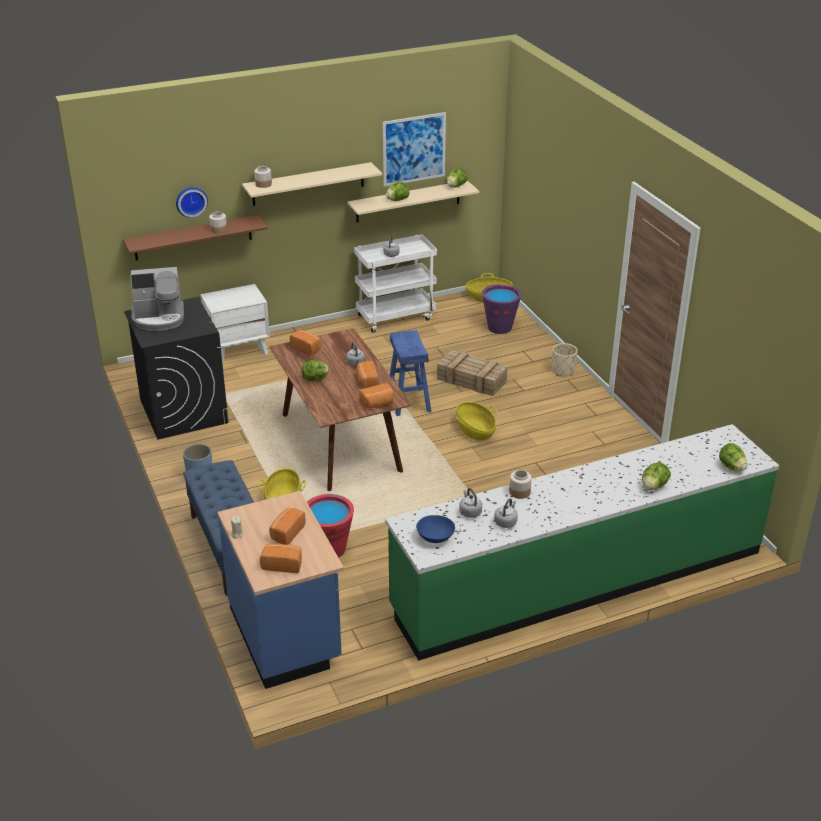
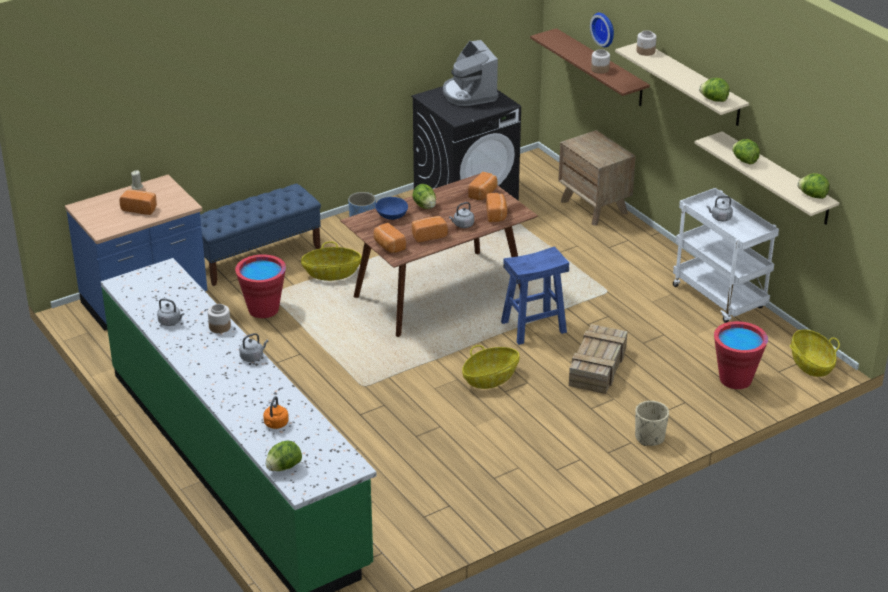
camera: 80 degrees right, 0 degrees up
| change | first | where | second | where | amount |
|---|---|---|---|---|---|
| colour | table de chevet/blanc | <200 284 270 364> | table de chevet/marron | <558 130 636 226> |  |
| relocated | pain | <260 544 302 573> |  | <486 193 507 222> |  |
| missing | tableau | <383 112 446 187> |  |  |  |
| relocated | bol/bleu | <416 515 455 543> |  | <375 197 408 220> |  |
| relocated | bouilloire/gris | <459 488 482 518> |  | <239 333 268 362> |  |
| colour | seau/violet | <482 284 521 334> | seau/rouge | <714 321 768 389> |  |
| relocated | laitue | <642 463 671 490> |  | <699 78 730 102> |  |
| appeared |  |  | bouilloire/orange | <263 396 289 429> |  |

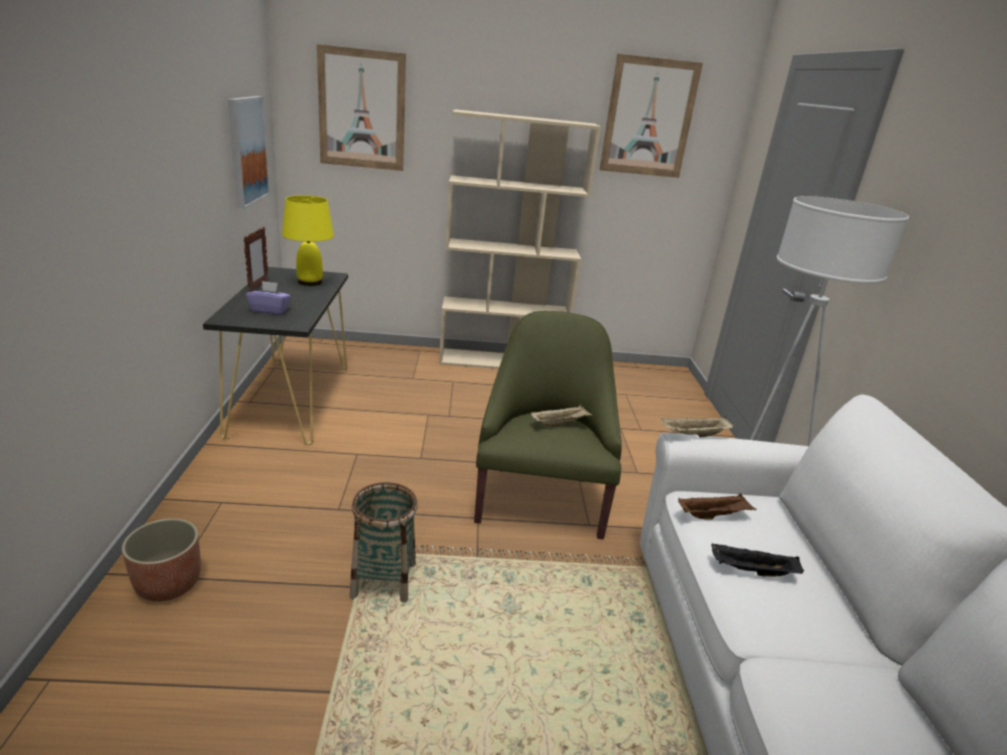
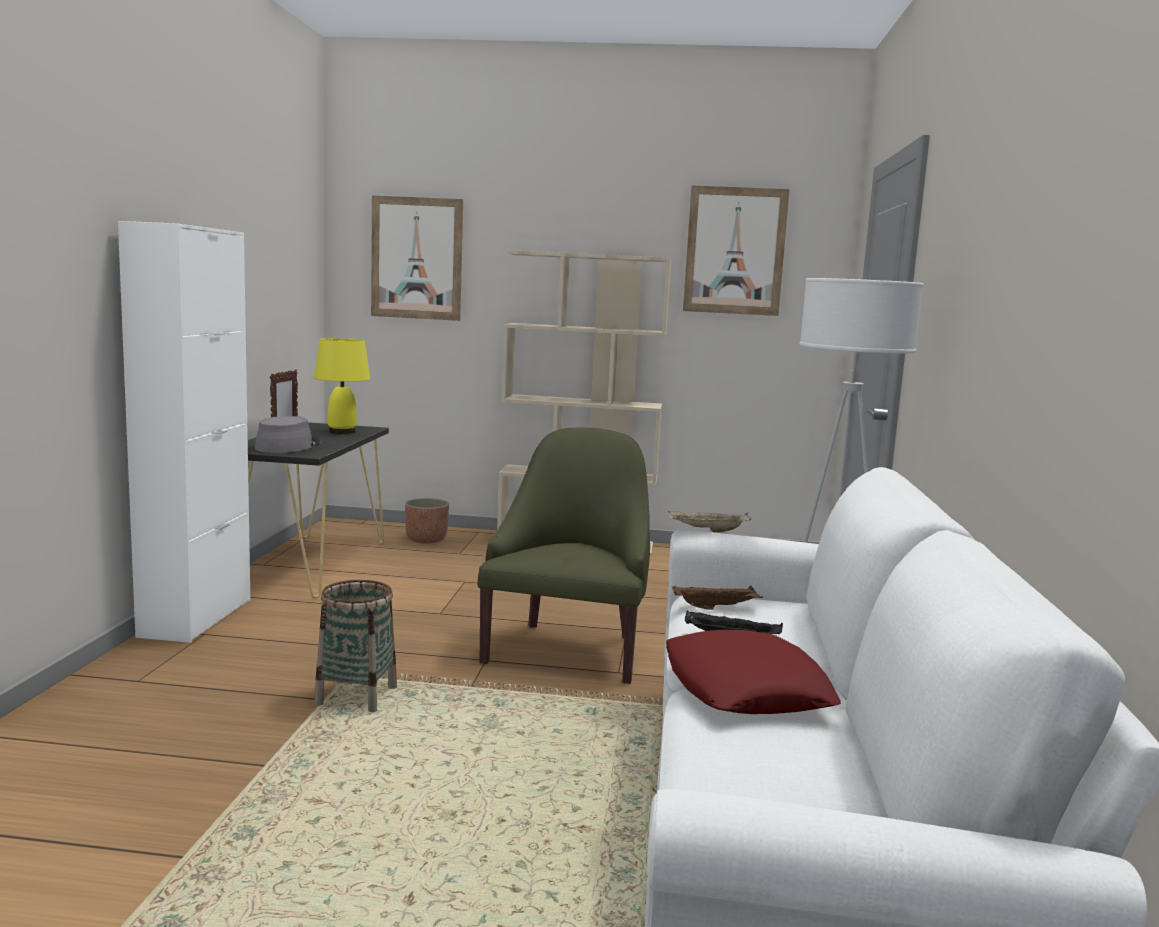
camera: 10 degrees right, 15 degrees down
| change | first | where | second | where | amount |
|---|---|---|---|---|---|
| relocated | cache-pot | <122 518 201 602> |  | <405 498 449 544> |  |
| missing | tableau | <228 96 270 209> |  |  |  |
| exchanged | boîte à mouchoirs/violet | <246 281 291 315> | chapeau/gris | <255 416 320 453> |  |
| missing | plateau/beige | <531 405 593 427> |  |  |  |
| appeared |  |  | meuble de rangement/blanc | <118 221 250 643> |  |
| appeared |  |  | coussin/rouge | <666 630 841 714> |  |

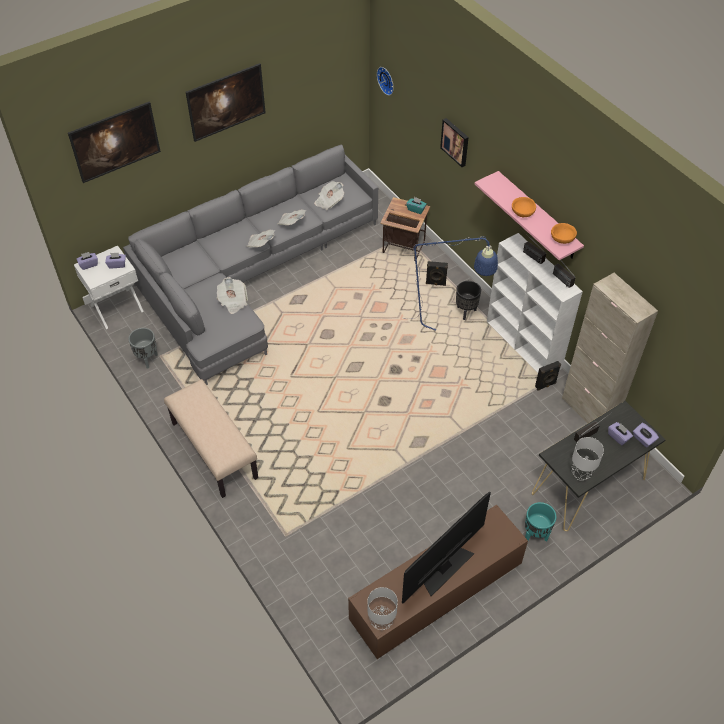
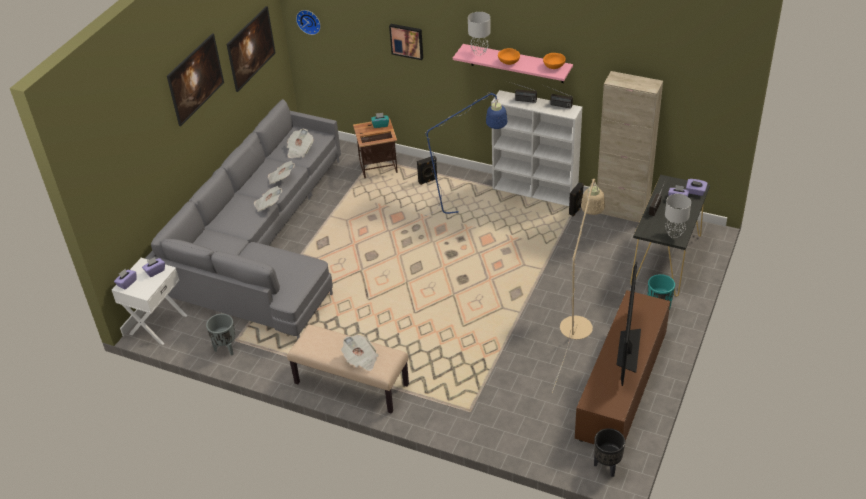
camera: 30 degrees left, 10 degrees down
| change | first | where | second | where | amount |
|---|---|---|---|---|---|
| relocated | tableau | <68 102 161 183> |  | <227 6 276 92> |  |
| relocated | journal | <217 277 248 314> |  | <341 335 379 371> |  |
| relocated | lampe de table/gris | <367 587 398 630> |  | <468 12 491 55> |  |
| relocated | cache-pot/noir | <456 281 481 320> |  | <594 428 625 477> |  |
| appeared |  |  | lampadaire/beige | <552 179 605 392> |  |

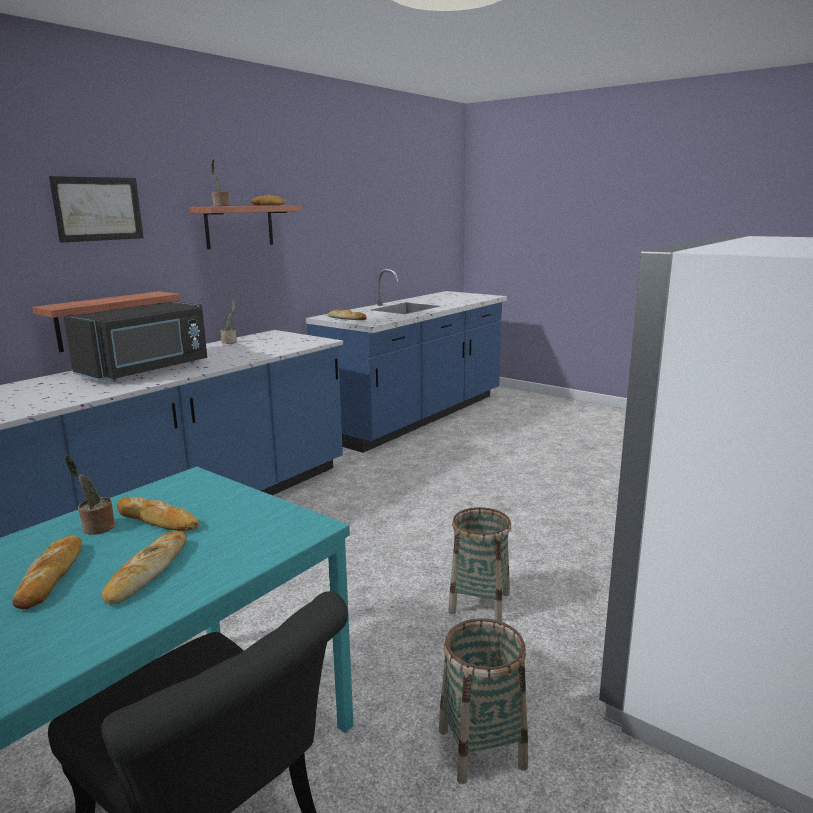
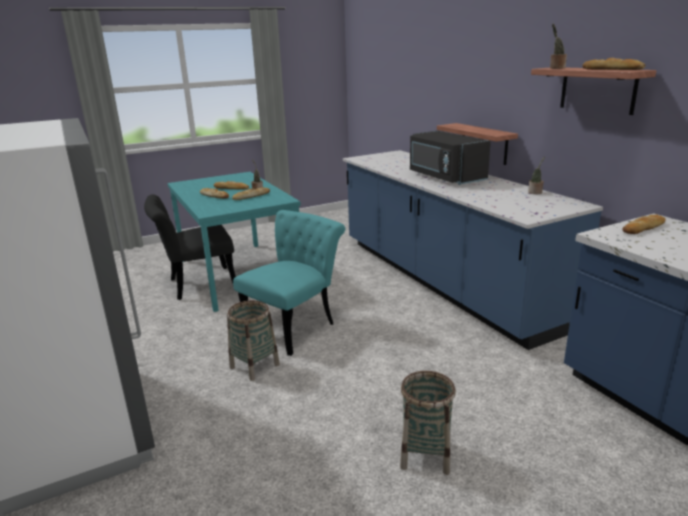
camera: 115 degrees right, 5 degrees up
| change | first | where | second | where | amount |
|---|---|---|---|---|---|
| missing | tableau | <49 176 144 243> |  |  |  |
| relocated | panier | <439 618 528 784> |  | <400 371 456 475> |  |
| appeared |  |  | chaise/turquoise | <233 210 345 356> |  |

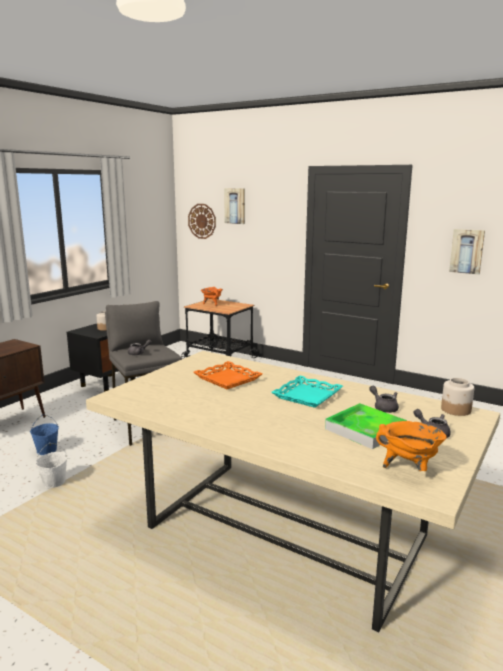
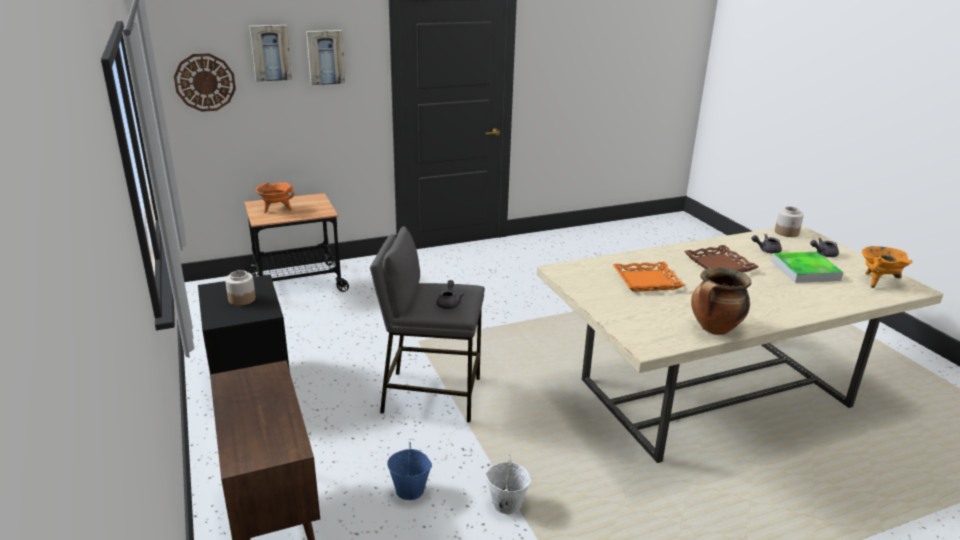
camera: 55 degrees left, 10 degrees up
| change | first | where | second | where | amount |
|---|---|---|---|---|---|
| colour | plateau/turquoise | <271 375 343 408> | plateau/marron | <684 245 759 273> |  |
| relocated | tableau | <449 229 485 274> |  | <306 30 345 85> |  |
| appeared |  |  | marmite | <691 268 751 335> |  |

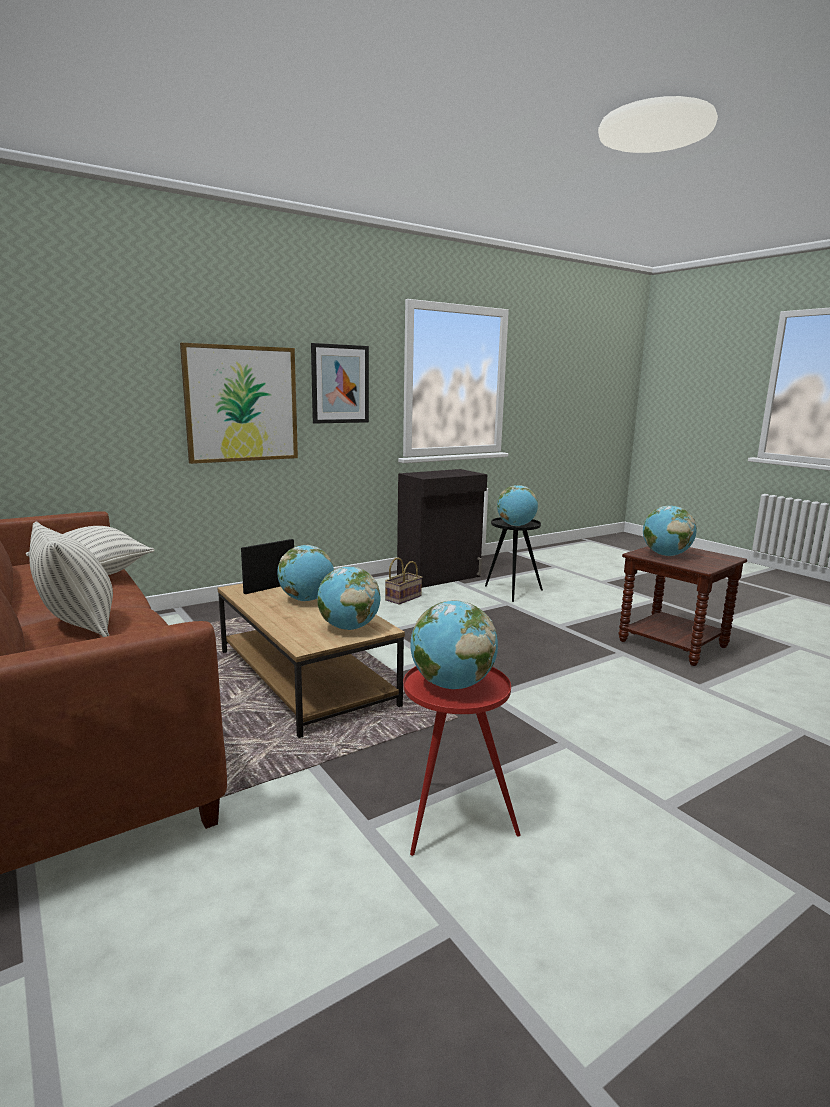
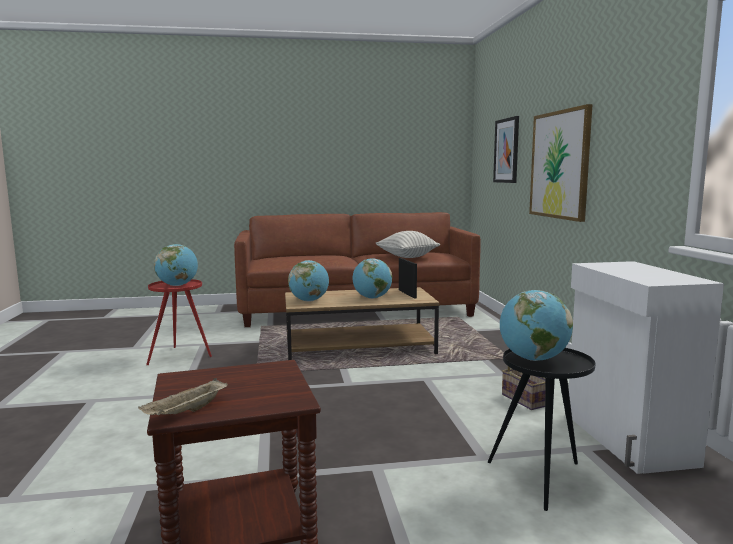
camera: 115 degrees right, 5 degrees down
| change | first | where | second | where | amount |
|---|---|---|---|---|---|
| missing | coussin | <29 522 113 637> |  |  |  |
| relocated | tableau | <311 343 369 424> |  | <493 116 519 183> |  |
| colour | meuble de rangement/noir | <397 469 487 588> | meuble de rangement/blanc | <569 261 724 474> |  |
| missing | globe | <643 506 697 556> |  |  |  |
| appeared |  |  | plateau/beige | <138 378 228 415> |  |

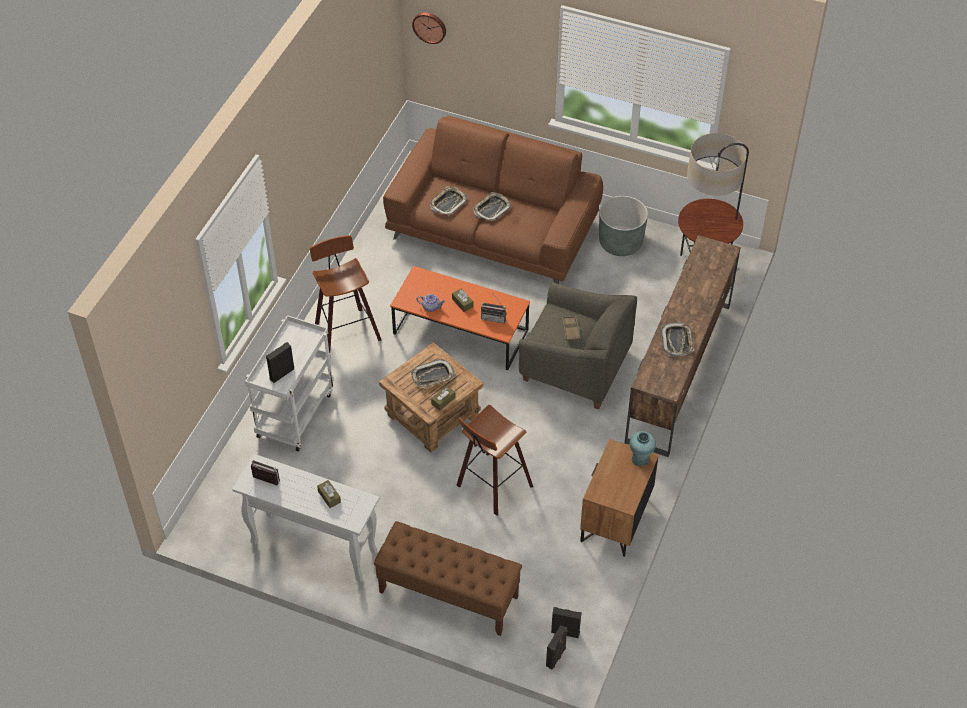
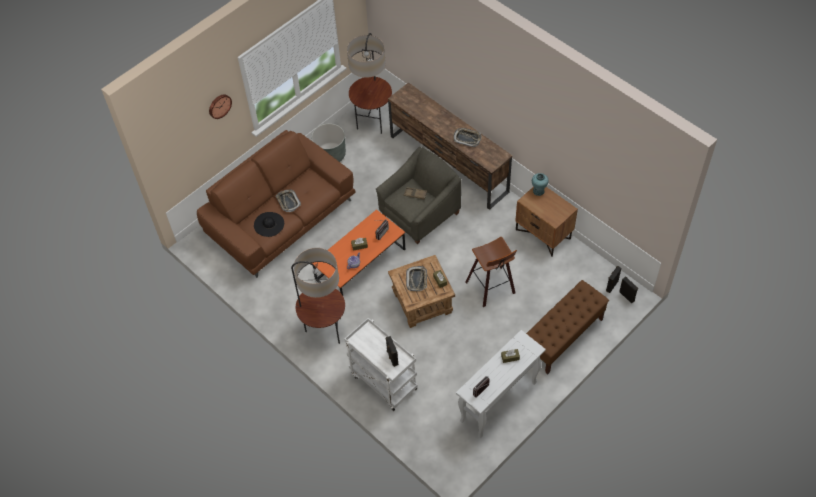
camera: 65 degrees left, 5 degrees up
| change | first | where | second | where | amount |
|---|---|---|---|---|---|
| exchanged | tabouret | <310 235 381 353> | lampadaire | <291 248 345 344> |  |
| relocated | horloge murale | <412 12 446 44> |  | <209 94 232 119> |  |
| exchanged | plateau | <430 186 467 215> | chapeau/noir | <254 212 284 237> |  |

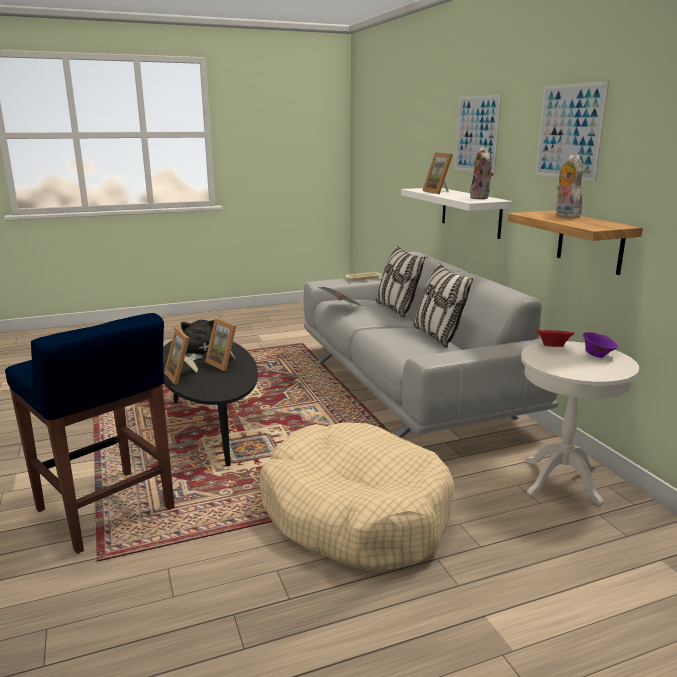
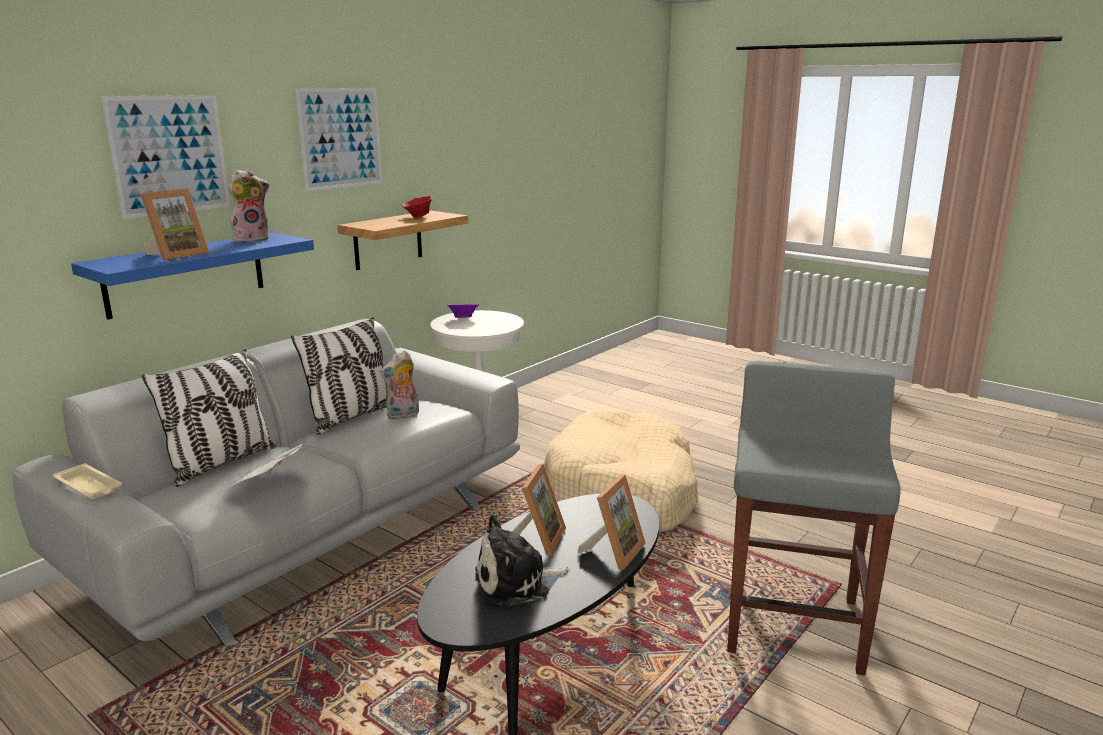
camera: 120 degrees left, 0 degrees up
| change | first | where | second | where | amount |
|---|---|---|---|---|---|
| colour | tabouret/bleu | <5 313 175 554> | tabouret/gris | <727 361 901 676> |  |
| colour | étagère/blanc | <401 188 513 239> | étagère/bleu | <71 232 314 320> |  |
| relocated | bol/rouge | <536 329 575 347> |  | <402 196 432 217> |  |
| relocated | peluche | <556 155 583 218> |  | <380 350 419 420> |  |

